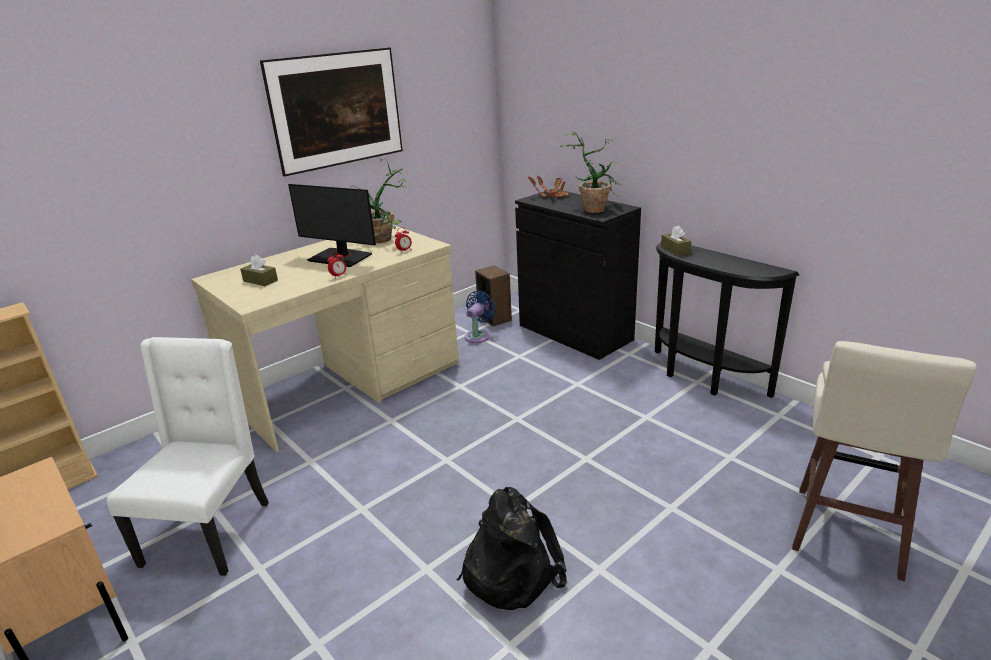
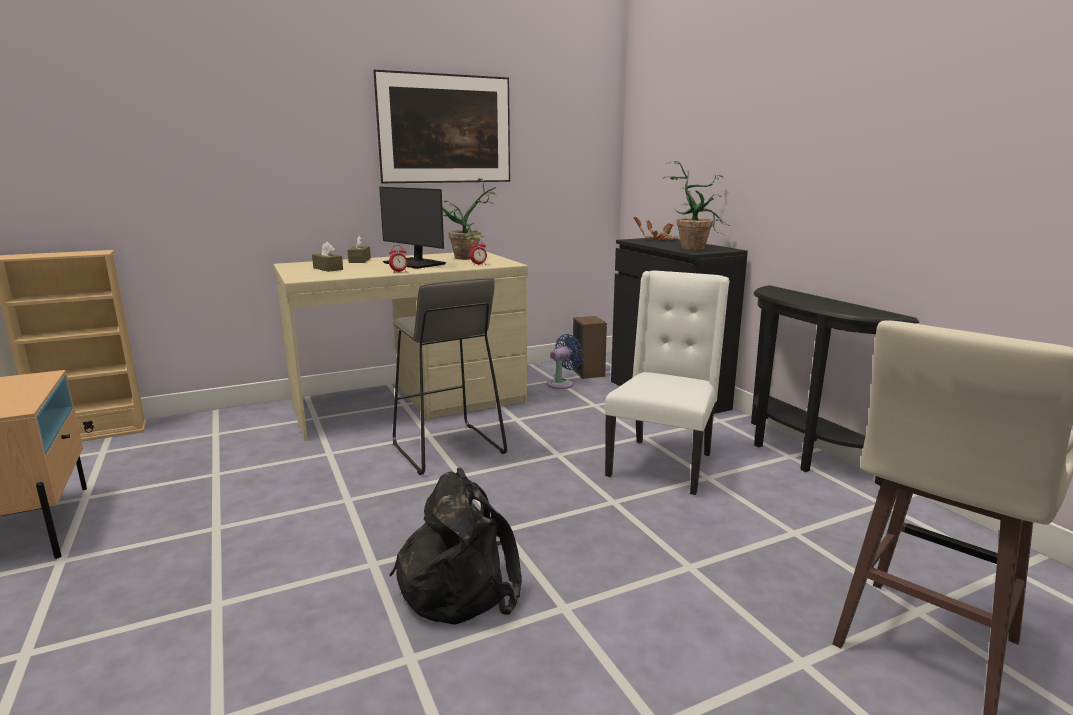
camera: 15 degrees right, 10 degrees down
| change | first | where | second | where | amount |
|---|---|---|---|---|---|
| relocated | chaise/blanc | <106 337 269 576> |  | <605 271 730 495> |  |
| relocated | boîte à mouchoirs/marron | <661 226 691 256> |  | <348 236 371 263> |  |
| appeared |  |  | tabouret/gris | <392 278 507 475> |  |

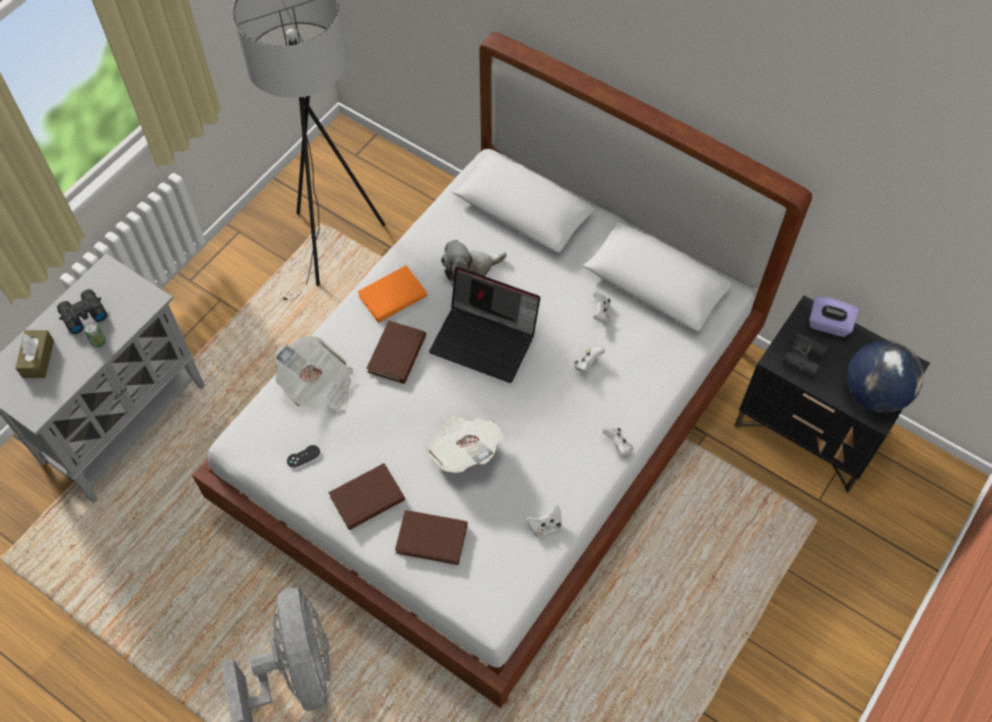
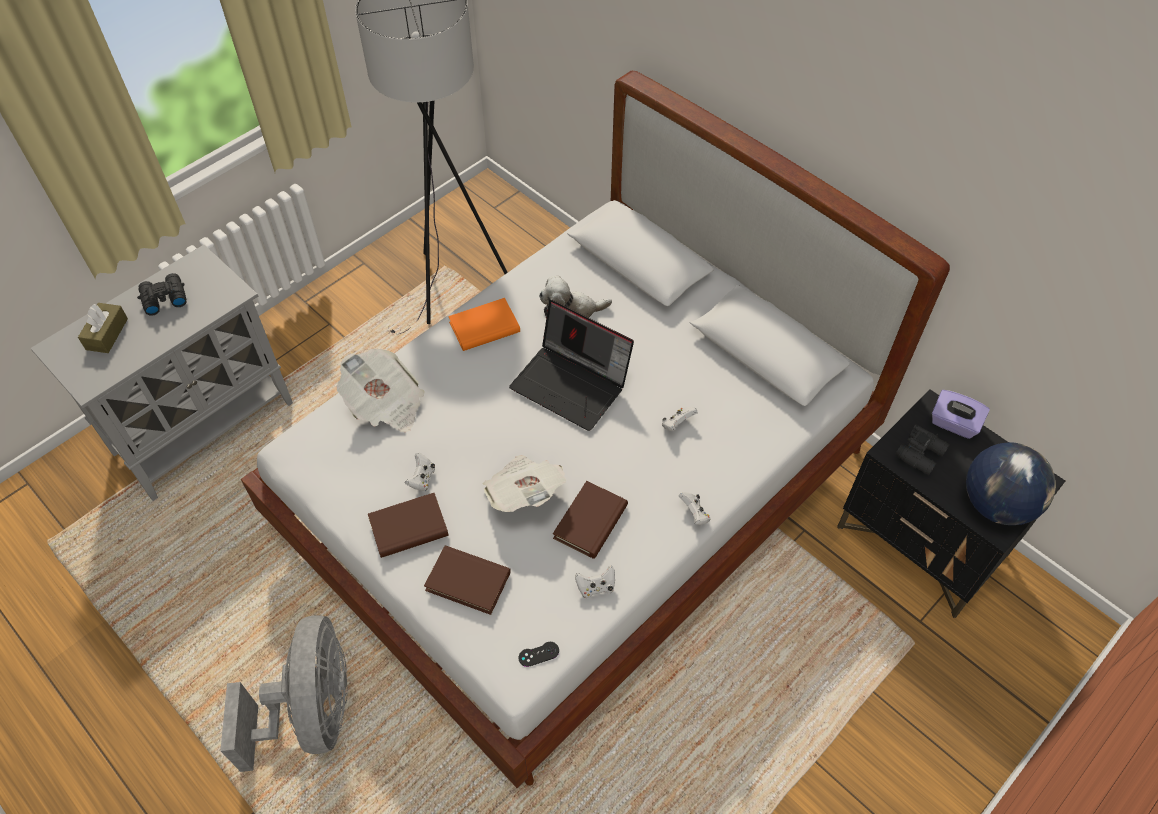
camera: 10 degrees right, 5 degrees down
| change | first | where | second | where | amount |
|---|---|---|---|---|---|
| missing | boîte métallique | <84 322 106 348> |  |  |  |
| relocated | manette/noir | <287 445 320 468> |  | <519 642 559 667> |  |
| relocated | livre/marron | <367 321 426 384> |  | <553 481 628 559> |  |
| relocated | manette/blanc | <593 291 611 323> |  | <405 453 435 491> |  |

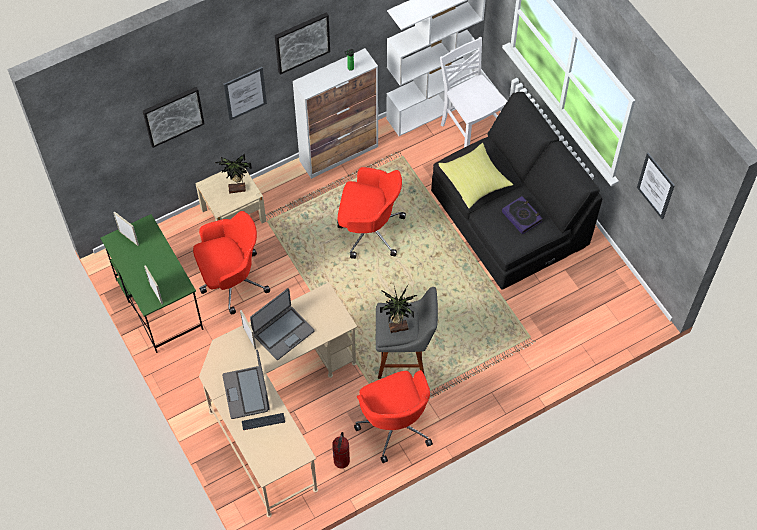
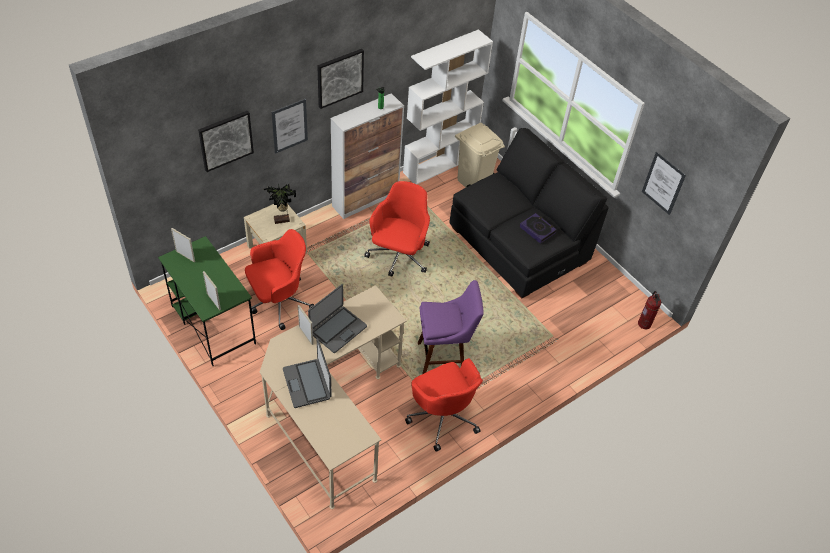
camera: 10 degrees left, 10 degrees down
| change | first | where | second | where | amount |
|---|---|---|---|---|---|
| missing | clavier | <242 413 285 430> |  |  |  |
| relocated | extincteur | <332 432 350 468> |  | <638 291 661 329> |  |
| spun | chaise de bureau/rouge | <337 167 406 259> |  | <364 181 430 277> | 75 degrees counterclockwise |
| colour | tabouret/gris | <376 287 438 379> | tabouret/violet | <418 280 484 374> |  |
| missing | plante en pot | <380 282 417 333> |  |  |  |
| missing | coussin/jaune | <438 143 513 209> |  |  |  |
| exchanged | chaise/blanc | <440 37 507 147> | poubelle/beige | <455 123 505 188> |  |

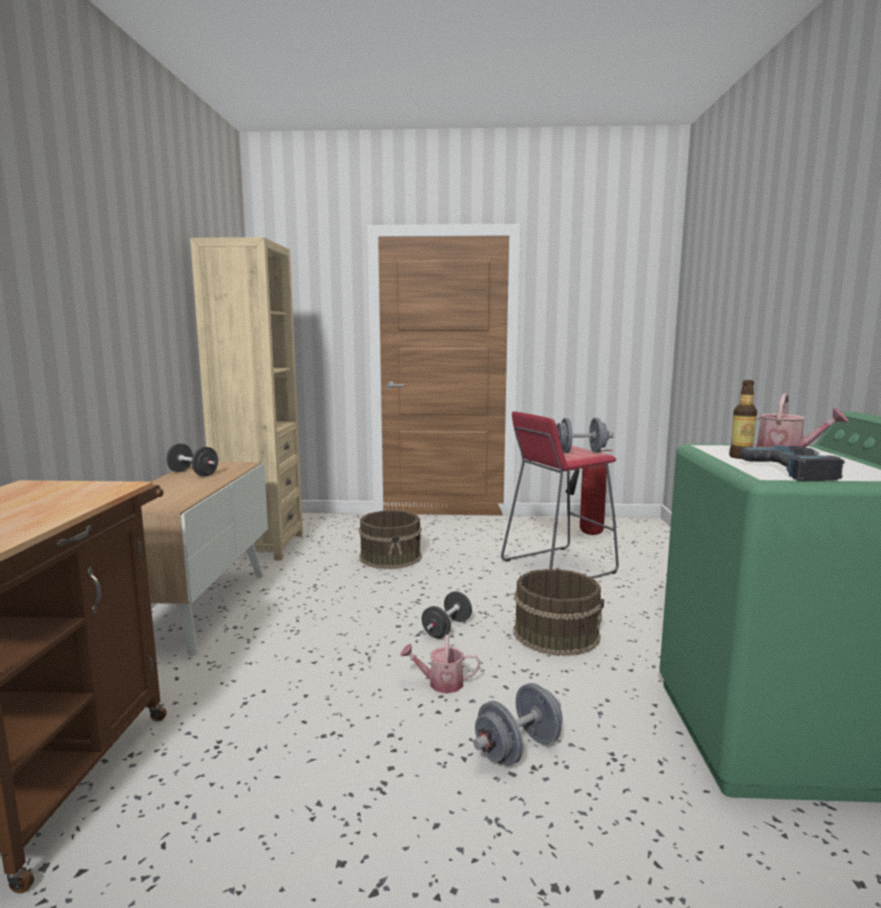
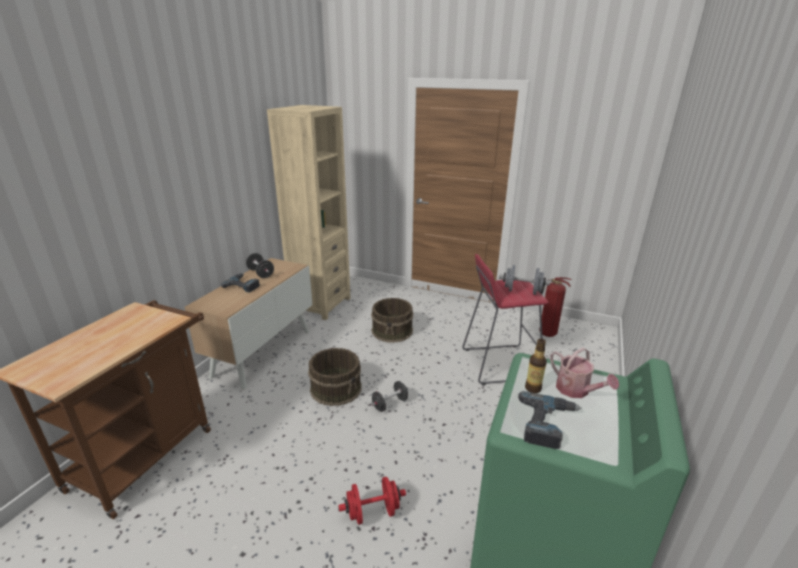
camera: 20 degrees right, 15 degrees up
| change | first | where | second | where | amount |
|---|---|---|---|---|---|
| missing | arrosoir | <400 635 480 694> |  |  |  |
| colour | haltère/gris | <473 683 563 766> | haltère/rouge | <339 477 406 525> |  |
| relocated | seau/marron | <513 569 604 656> |  | <308 348 361 406> |  |
| appeared |  |  | perceuse | <221 273 260 292> |  |

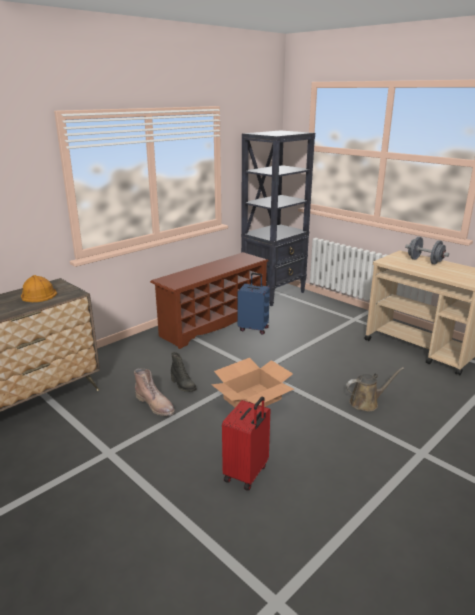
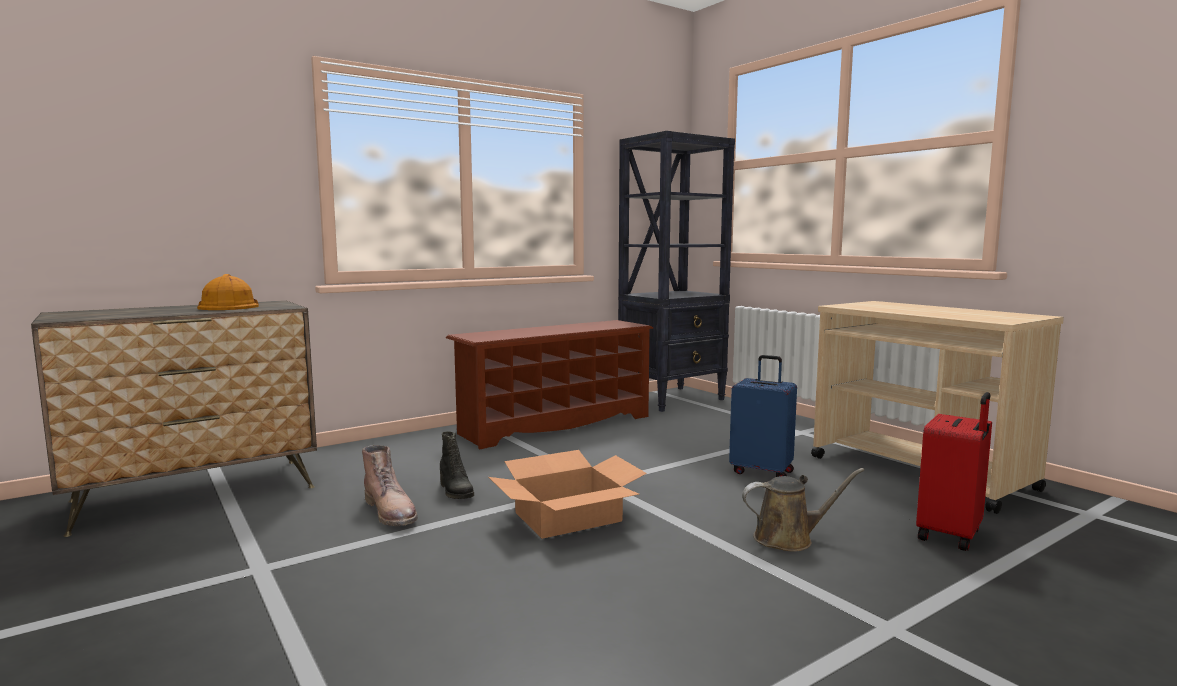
camera: 10 degrees right, 15 degrees down
| change | first | where | second | where | amount |
|---|---|---|---|---|---|
| relocated | valise/rouge | <222 397 270 491> |  | <916 392 992 551> |  |
| relocated | valise/bleu | <238 273 270 335> |  | <729 355 797 477> |  |
| missing | haltère/gris | <405 237 449 264> |  |  |  |

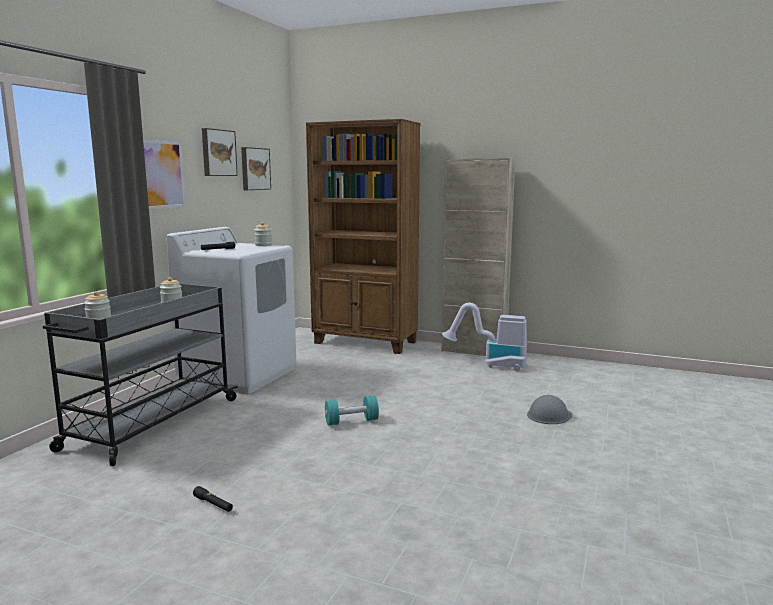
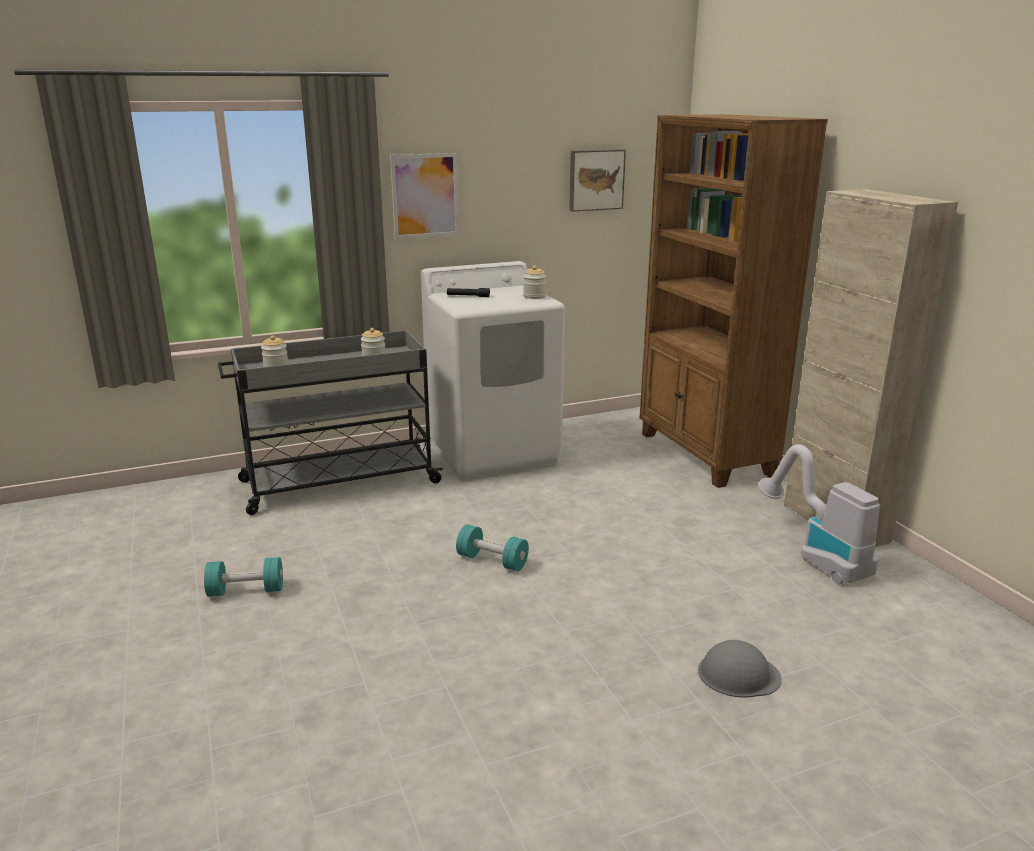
camera: 45 degrees right, 10 degrees up
| change | first | where | second | where | amount |
|---|---|---|---|---|---|
| exchanged | lampe de poche/noir | <193 486 233 512> | haltère/turquoise | <204 557 283 597> |  |
| missing | tableau | <202 128 238 176> |  |  |  |

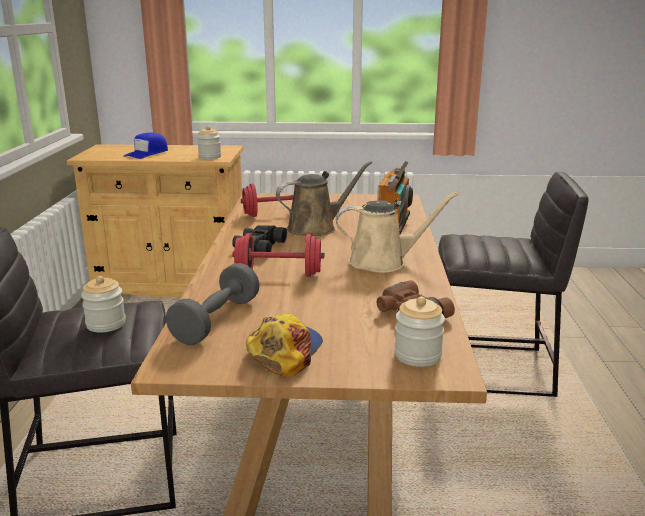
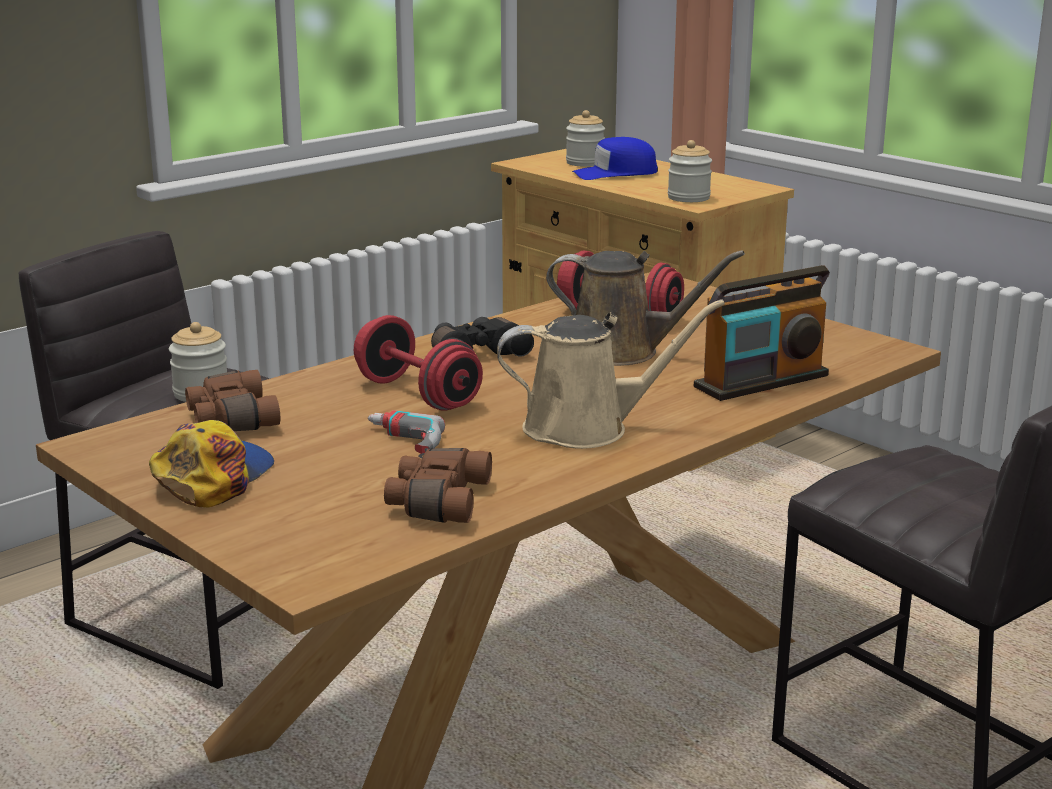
camera: 45 degrees right, 0 degrees up
| change | first | where | second | where | amount |
|---|---|---|---|---|---|
| exchanged | haltère/gris | <166 263 260 345> | jumelles/marron | <185 370 280 431> |  |
| spun | casquette | <246 314 323 377> |  | <149 420 274 507> | 45 degrees counterclockwise |
| spun | arrosoir/beige | <336 192 459 273> |  | <497 299 725 449> | 45 degrees counterclockwise |
| relocated | bocal | <394 296 445 367> |  | <566 110 605 167> |  |
| appeared |  |  | perceuse | <368 410 445 458> |  |

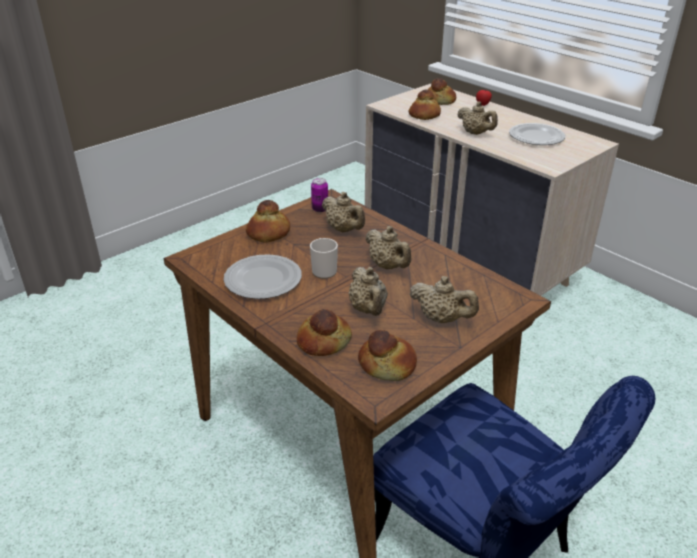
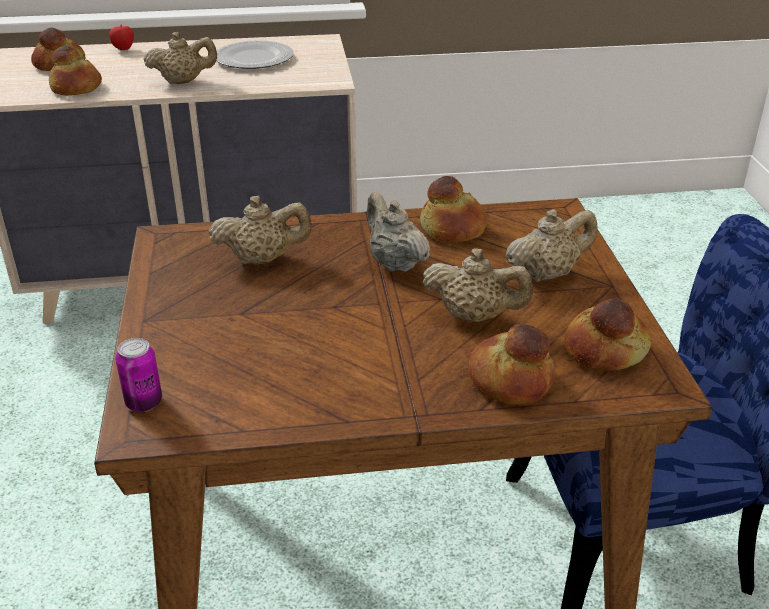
camera: 55 degrees left, 0 degrees up
| change | first | where | second | where | amount |
|---|---|---|---|---|---|
| missing | assiette | <224 254 302 299> |  |  |  |
| relocated | pain | <246 200 290 243> |  | <420 176 487 243> |  |
| missing | mug | <310 238 338 279> |  |  |  |
| relocated | boîte métallique | <311 178 328 212> |  | <115 338 162 412> |  |
| spun | théière/beige | <366 226 411 269> |  | <367 192 430 272> | 120 degrees counterclockwise |

